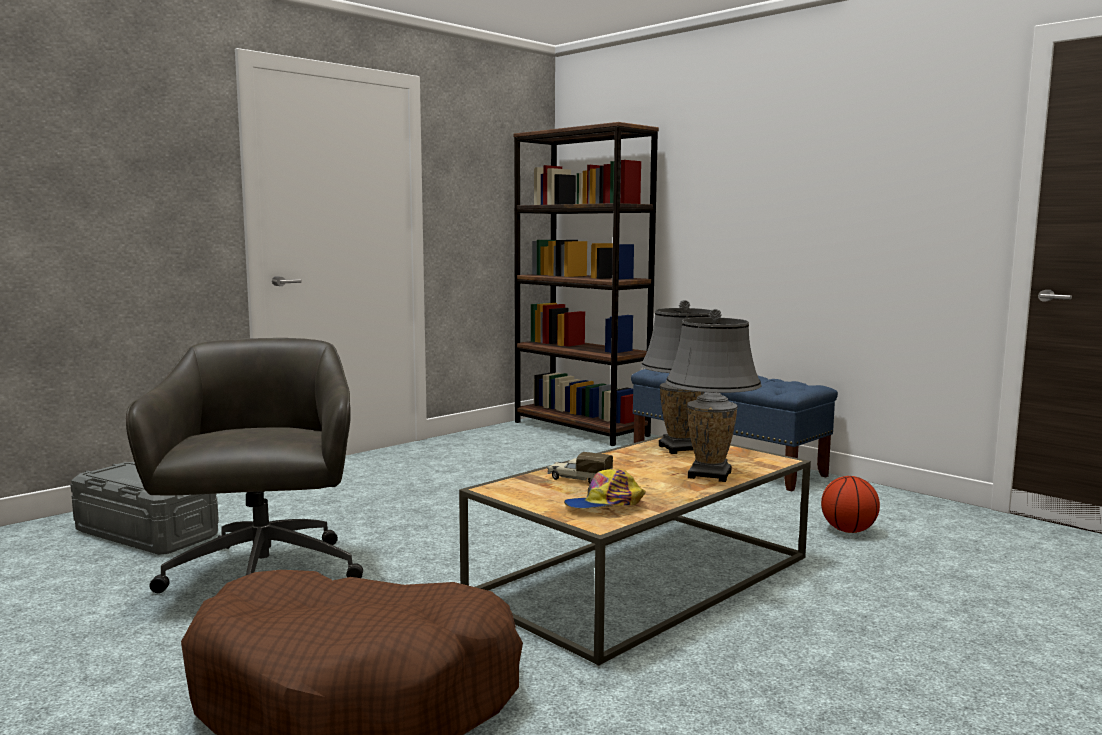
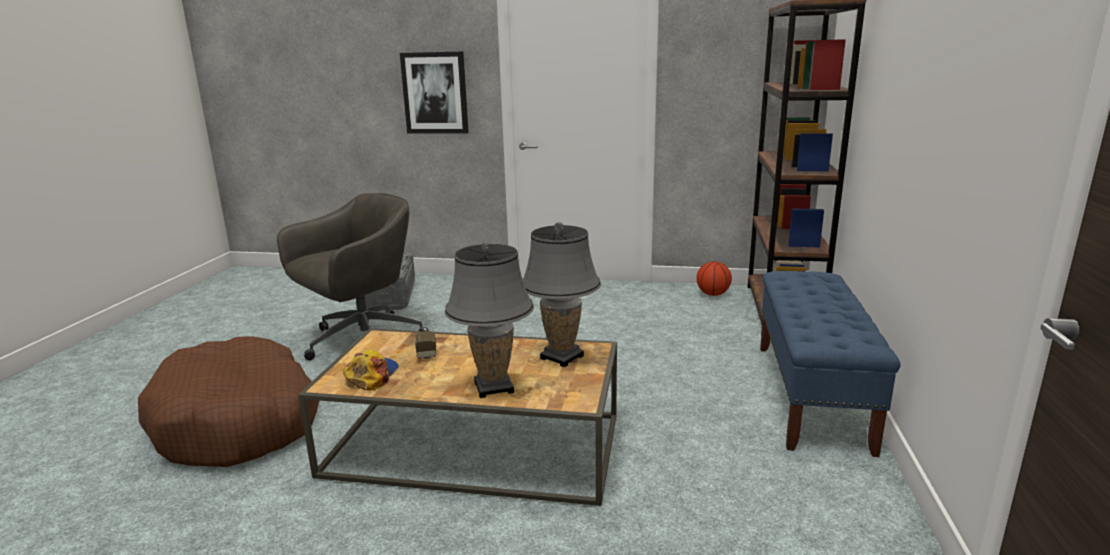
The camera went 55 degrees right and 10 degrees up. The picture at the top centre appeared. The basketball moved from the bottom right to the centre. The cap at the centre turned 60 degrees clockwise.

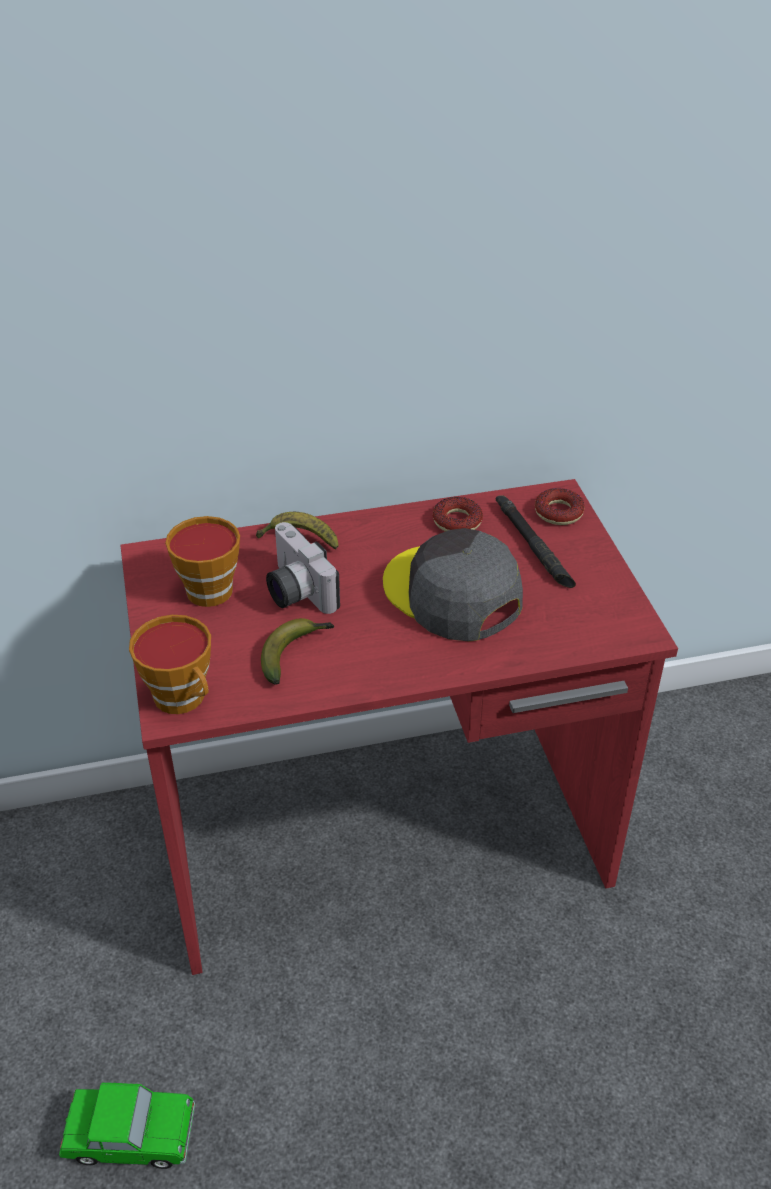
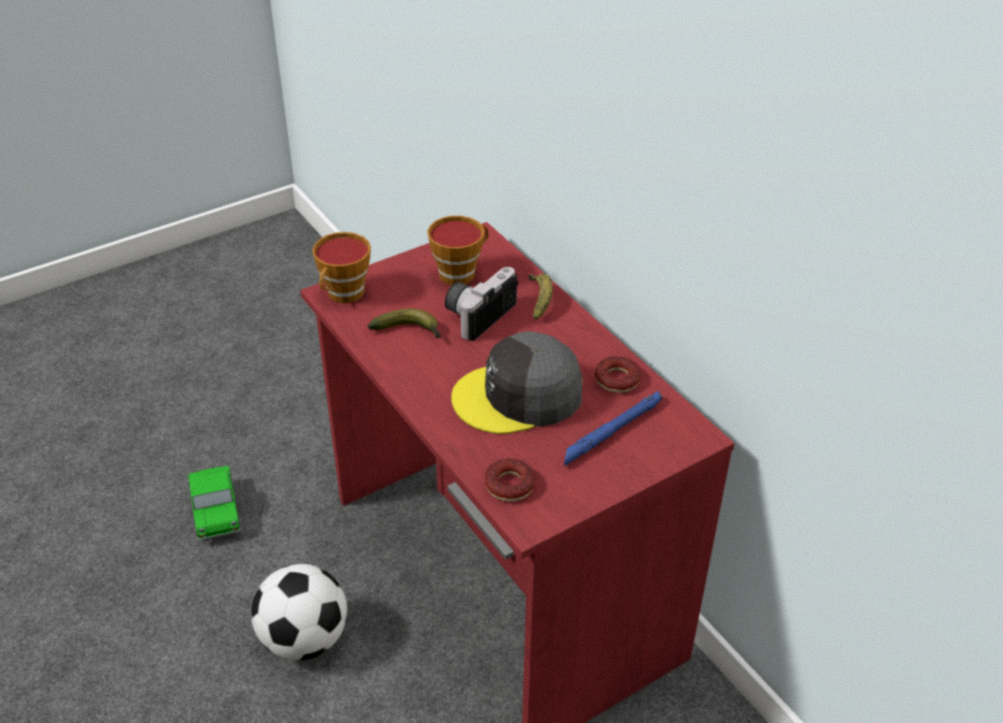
The camera went 70 degrees right and 0 degrees up. The football at the bottom left appeared. The donut (2nd from left in the first image) moved from the middle right to the centre. The flashlight/black at the middle right became the flashlight/blue at the centre. The cap/grey at the centre turned 135 degrees counterclockwise.

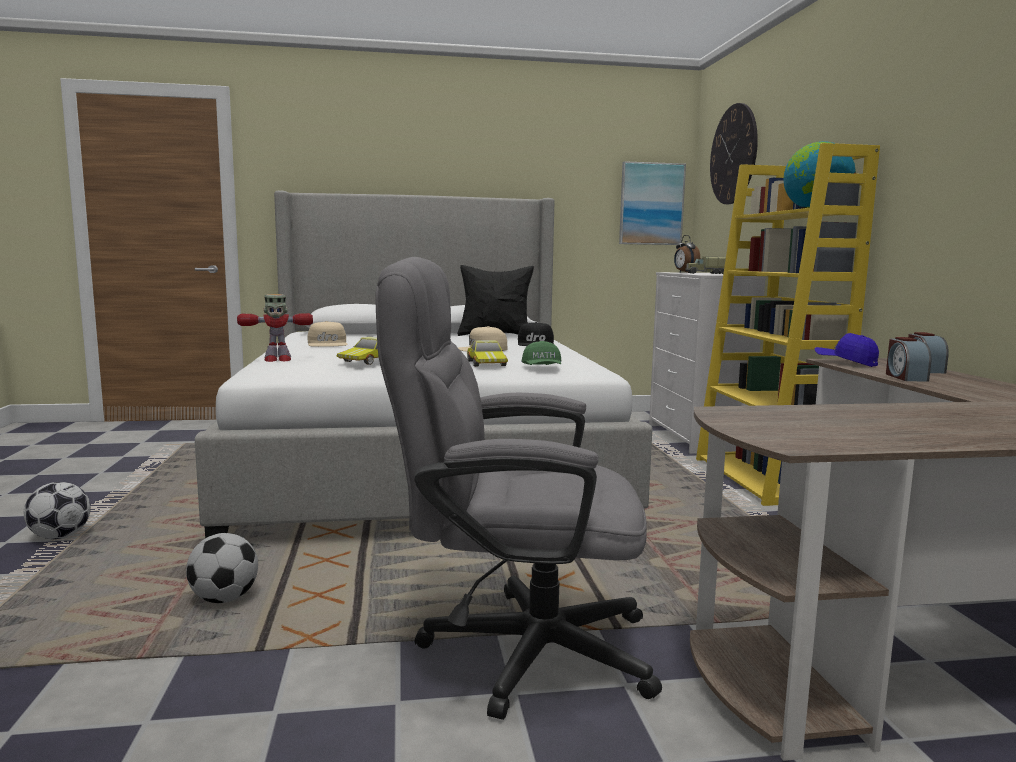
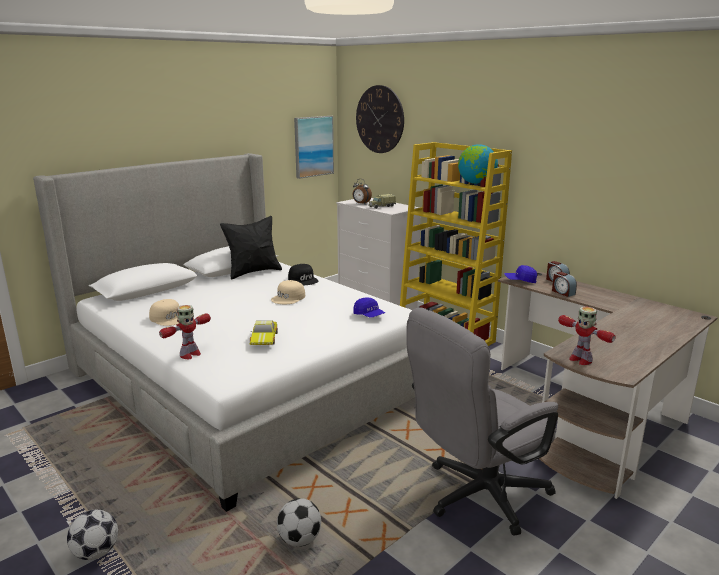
The camera went 35 degrees left and 10 degrees up. The toy car (2nd from left) at the centre disappeared. The toy robot (2nd from left) at the middle right appeared. The cap/green at the centre became the cap/blue (1st from left) at the centre.

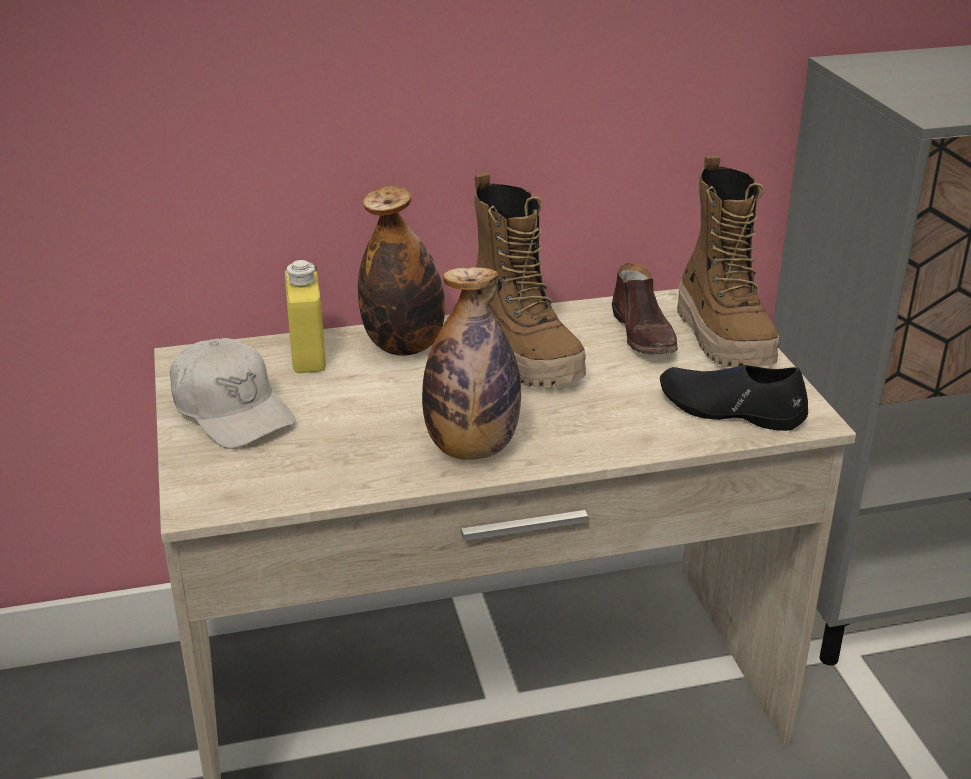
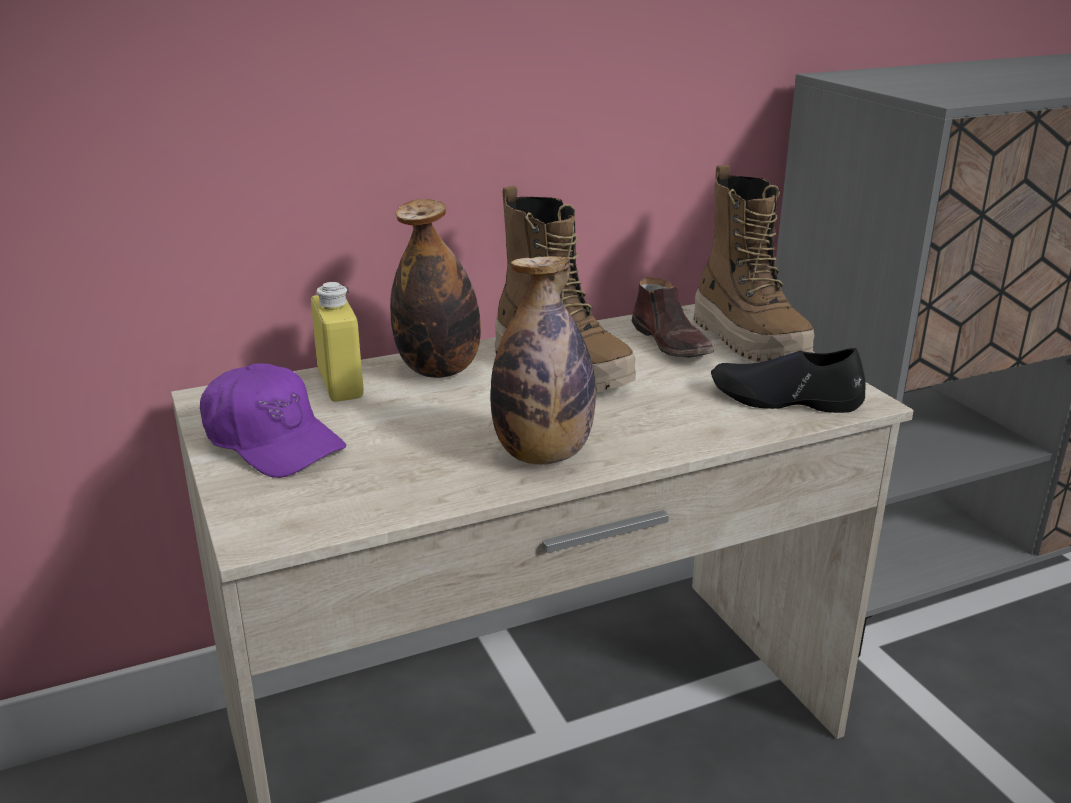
The camera went 10 degrees left and 5 degrees down. The cap/white at the middle left became the cap/purple at the middle left.

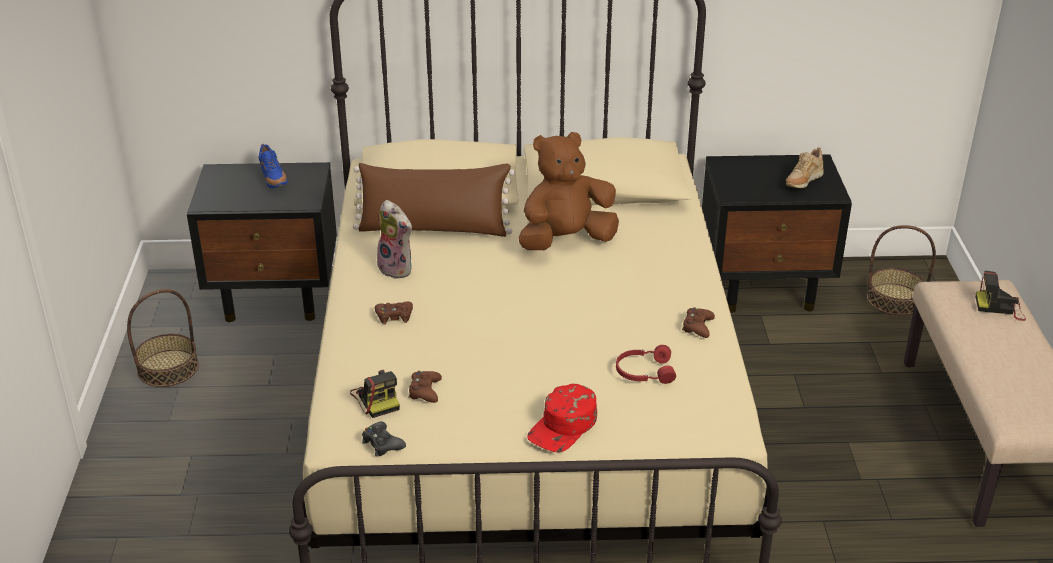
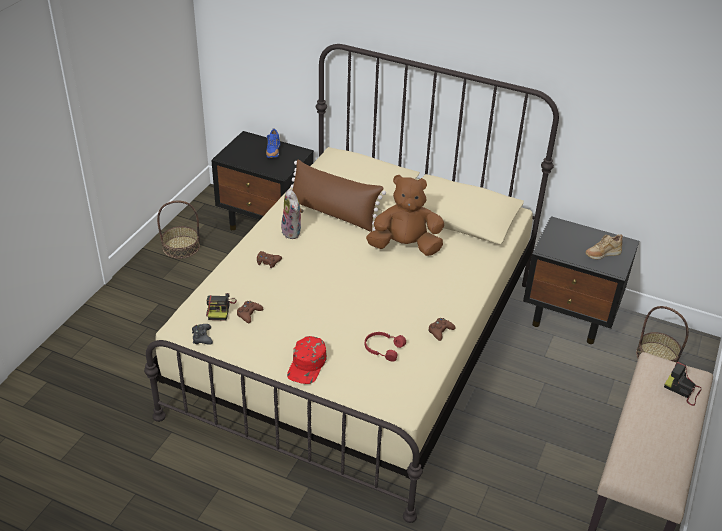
The camera went 25 degrees right and 5 degrees up. The cap/red at the bottom centre turned 45 degrees counterclockwise.

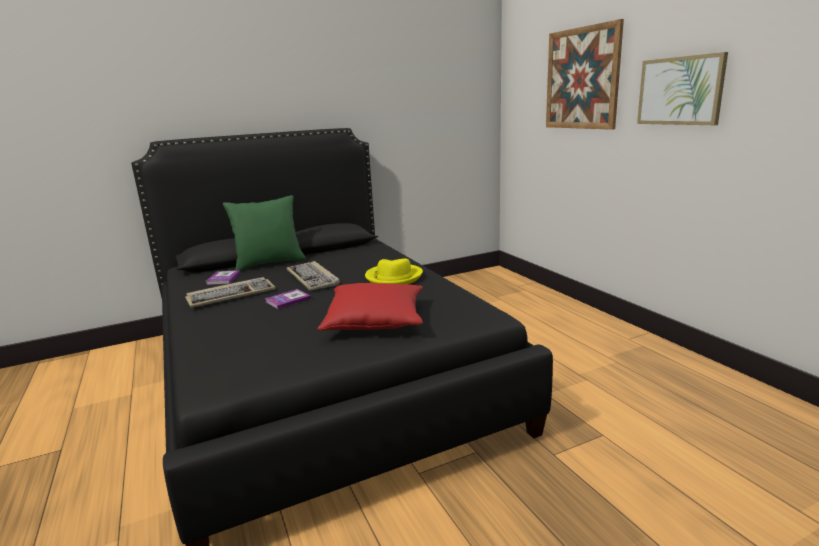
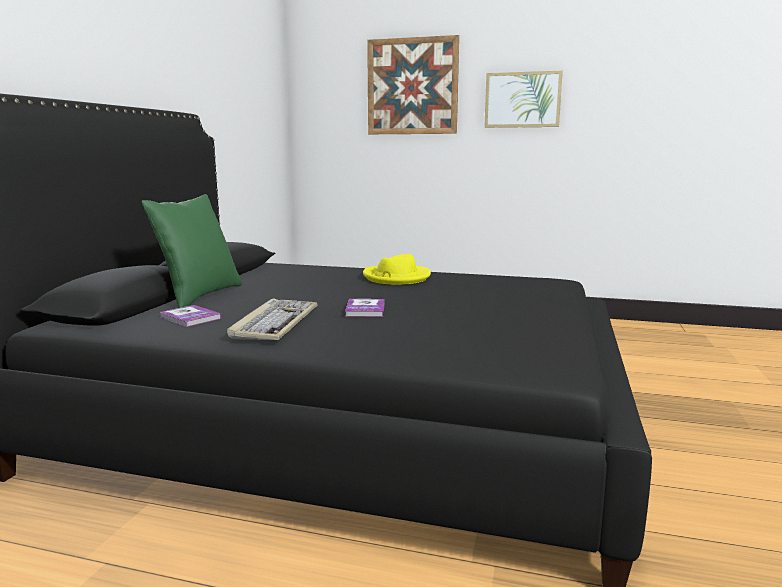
The camera went 50 degrees left and 5 degrees down. The keyboard (2nd from left) at the centre disappeared. The pillow/red at the centre disappeared.

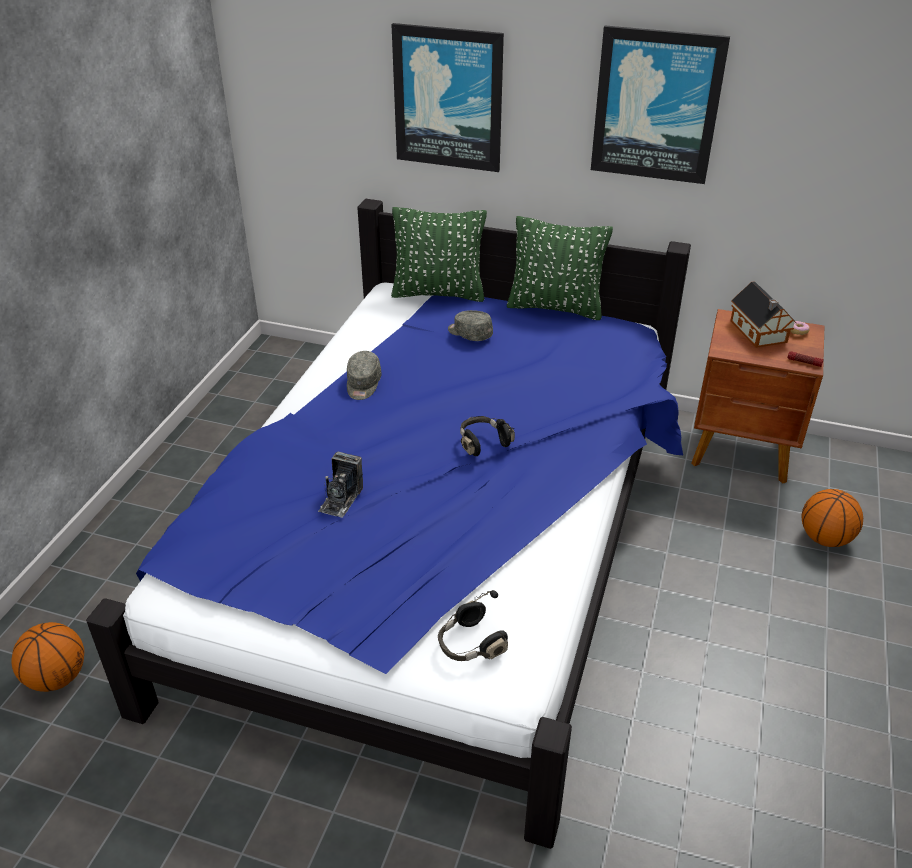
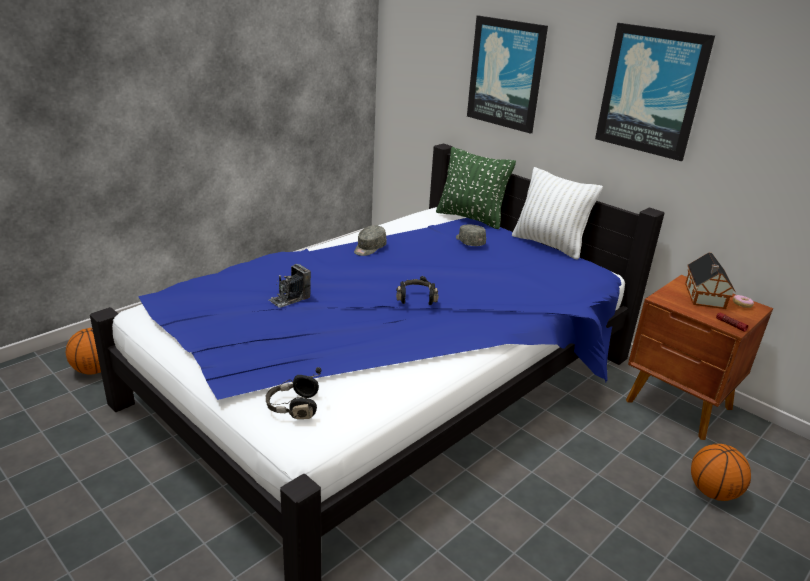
The camera went 25 degrees right and 10 degrees down. The pillow/green (2nd from left) at the top centre became the pillow/white at the middle right.

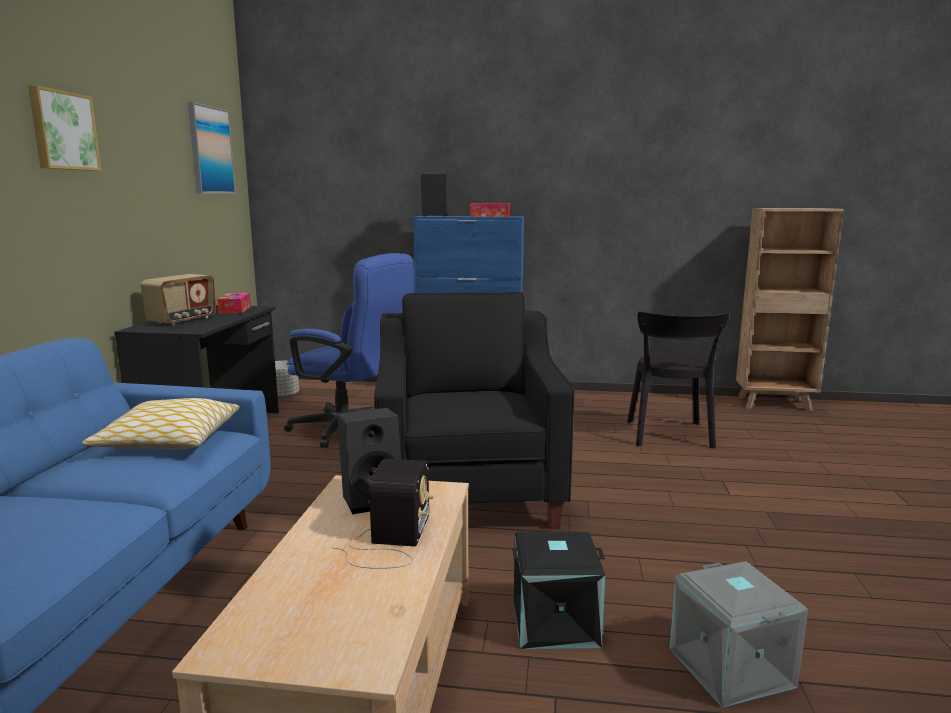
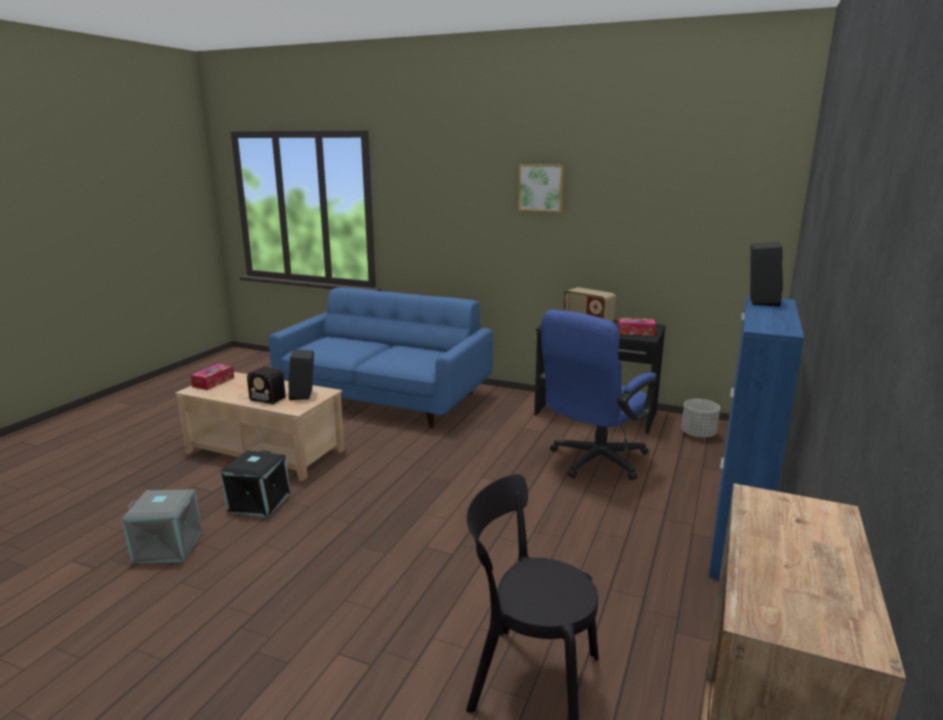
The camera went 105 degrees right and 5 degrees up. The pillow at the middle left disappeared. The picture (2nd from left) at the top left disappeared. The armchair/black at the centre disappeared. The tissue box (2nd from left in the first image) moved from the top centre to the middle left.

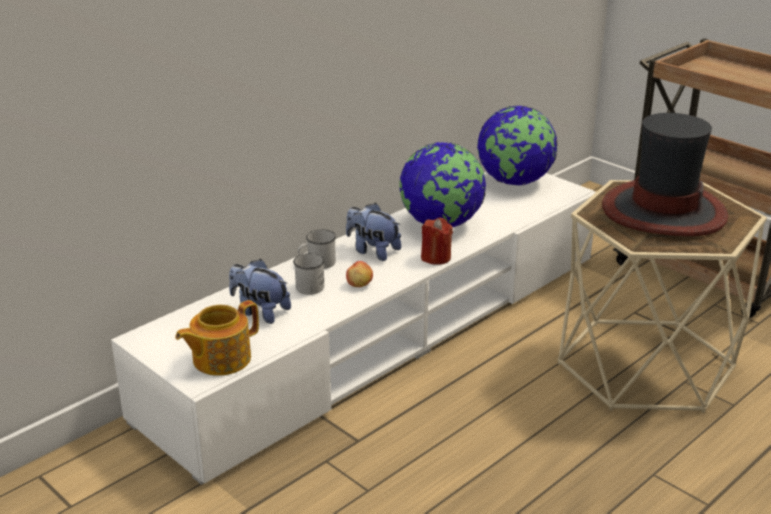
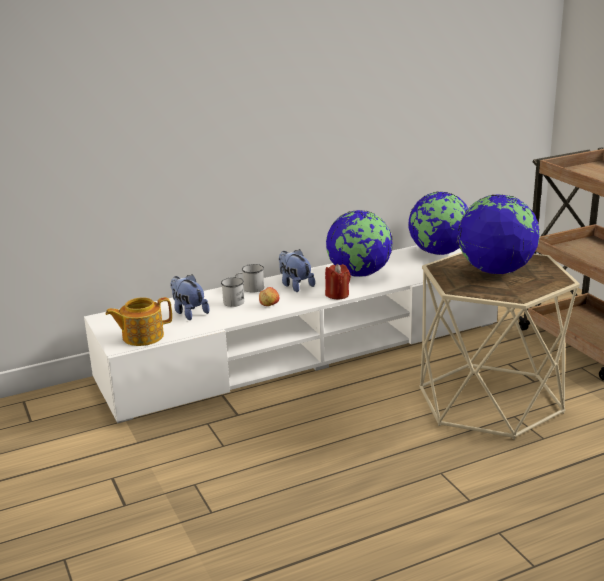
The camera went 20 degrees right and 5 degrees down. The hat at the middle right was replaced by the globe (3rd from left) at the middle right.

